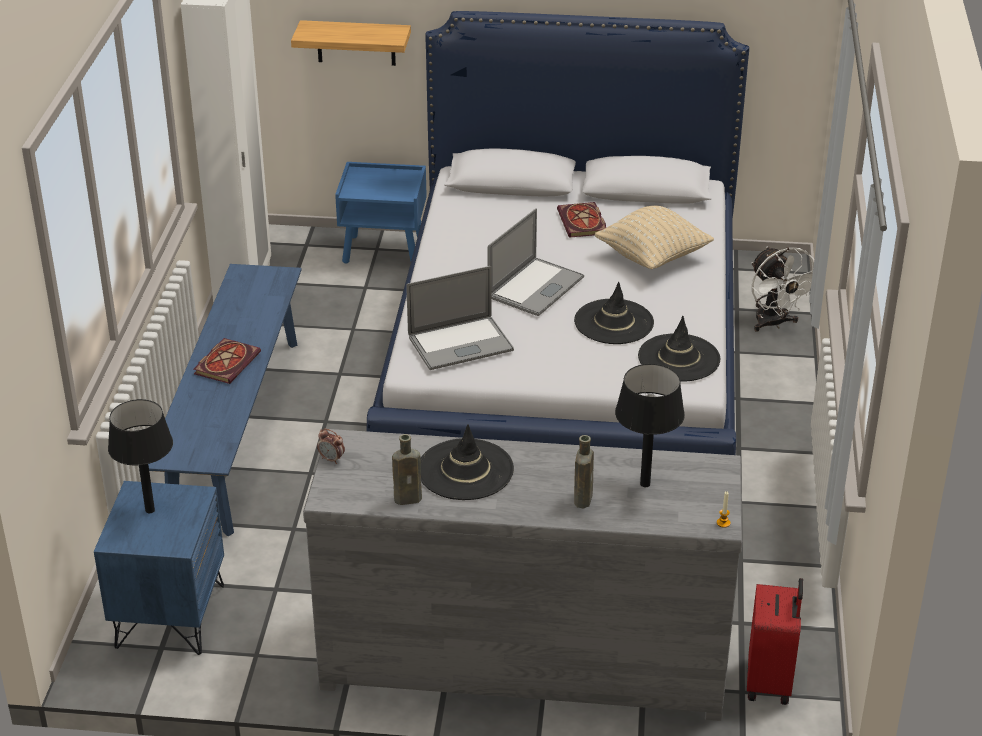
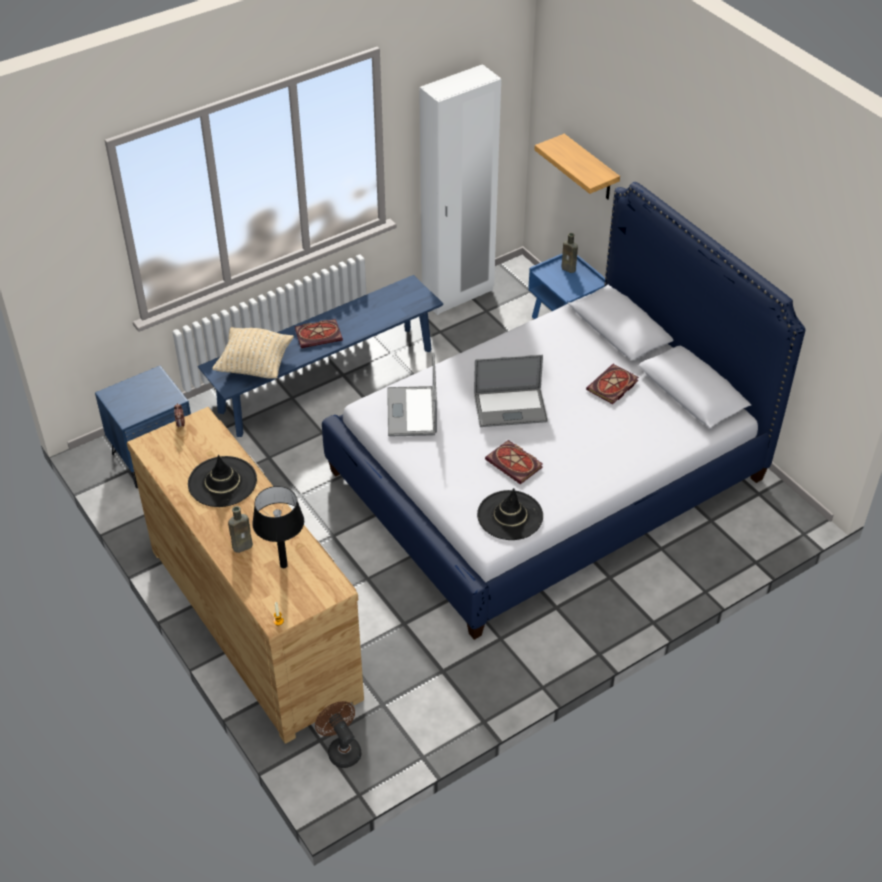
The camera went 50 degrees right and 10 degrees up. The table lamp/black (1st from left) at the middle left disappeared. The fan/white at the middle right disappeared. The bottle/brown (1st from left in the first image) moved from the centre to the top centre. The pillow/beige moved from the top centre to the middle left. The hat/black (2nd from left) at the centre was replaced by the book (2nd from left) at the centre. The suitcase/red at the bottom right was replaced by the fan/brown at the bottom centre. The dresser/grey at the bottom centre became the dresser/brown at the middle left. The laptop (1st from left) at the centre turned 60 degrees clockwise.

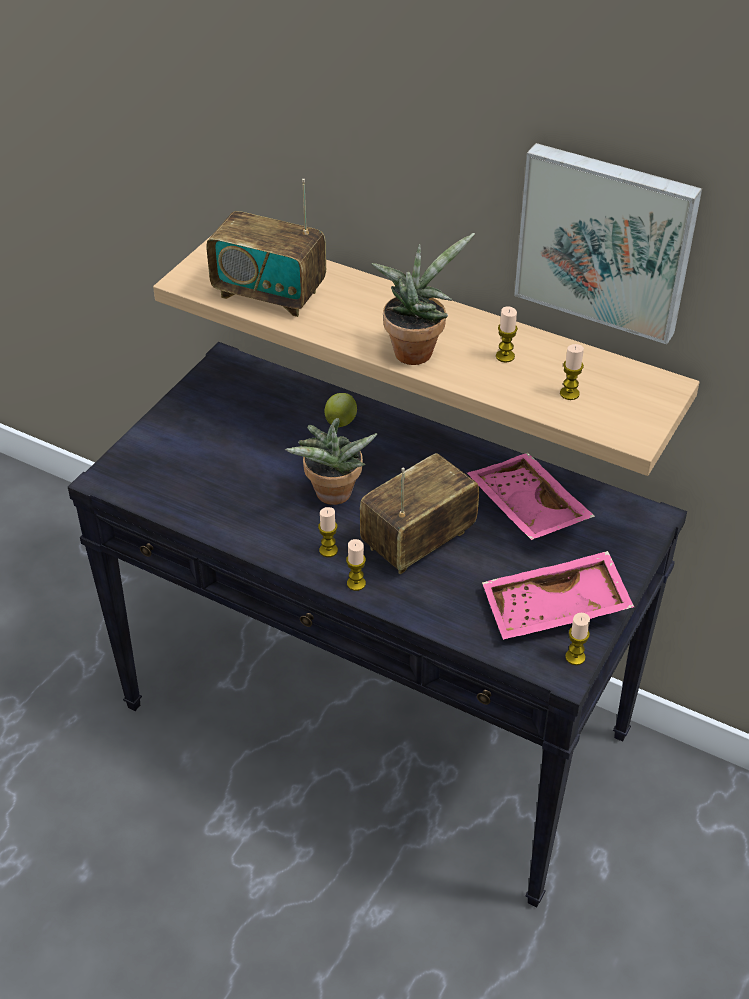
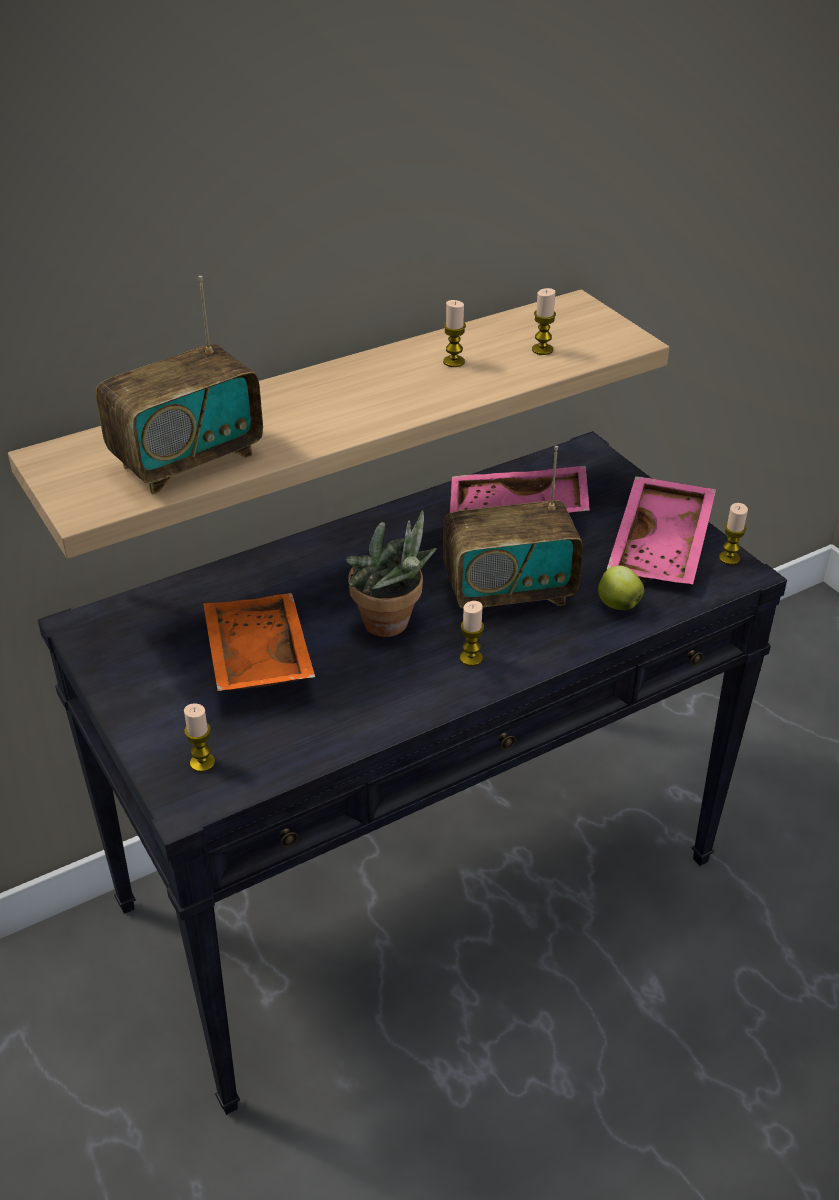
The camera went 60 degrees left and 5 degrees down. The potted plant (2nd from left) at the top centre disappeared. The picture at the top right disappeared. The tray/orange at the middle left appeared. The apple moved from the centre to the middle right. The candle (2nd from left in the first image) moved from the centre to the middle left. The radio (2nd from left) at the centre turned 90 degrees counterclockwise.

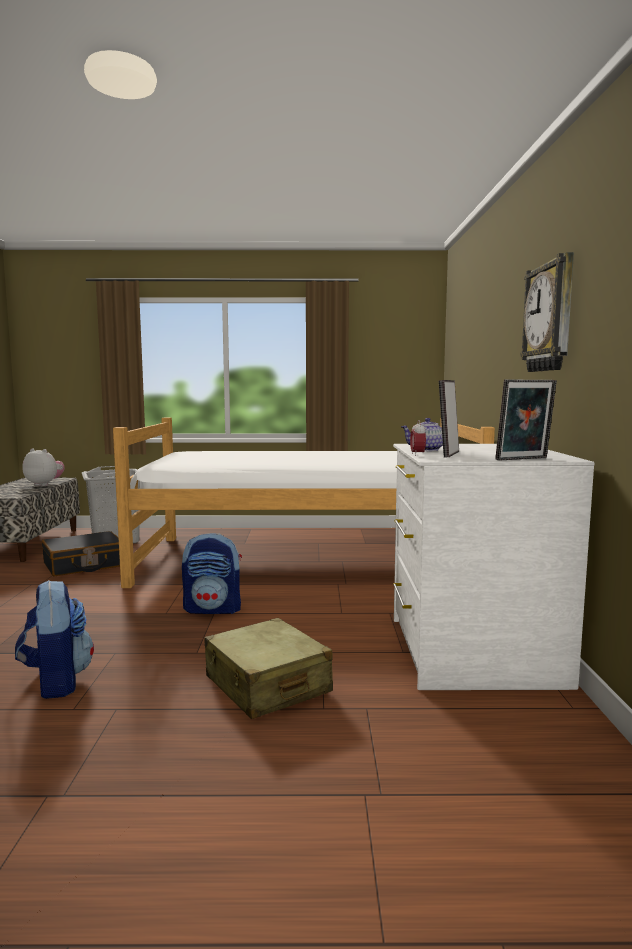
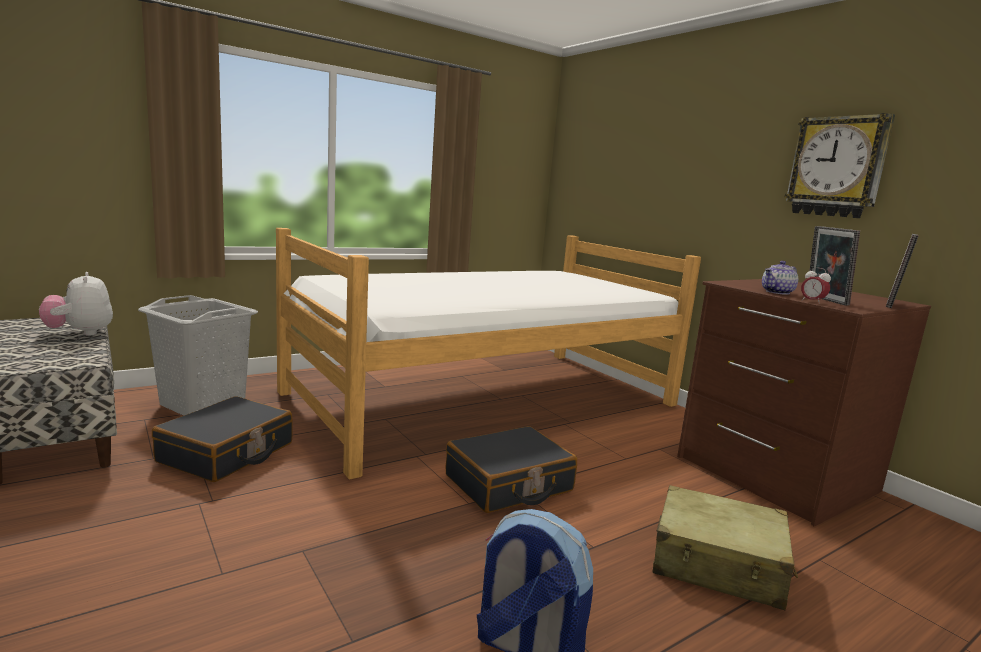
The camera went 35 degrees left and 5 degrees up. The backpack (2nd from left) at the centre was replaced by the suitcase/black (2nd from left) at the bottom centre. The dresser/white at the middle right became the dresser/brown at the middle right. The plush toy at the middle left turned 105 degrees counterclockwise.

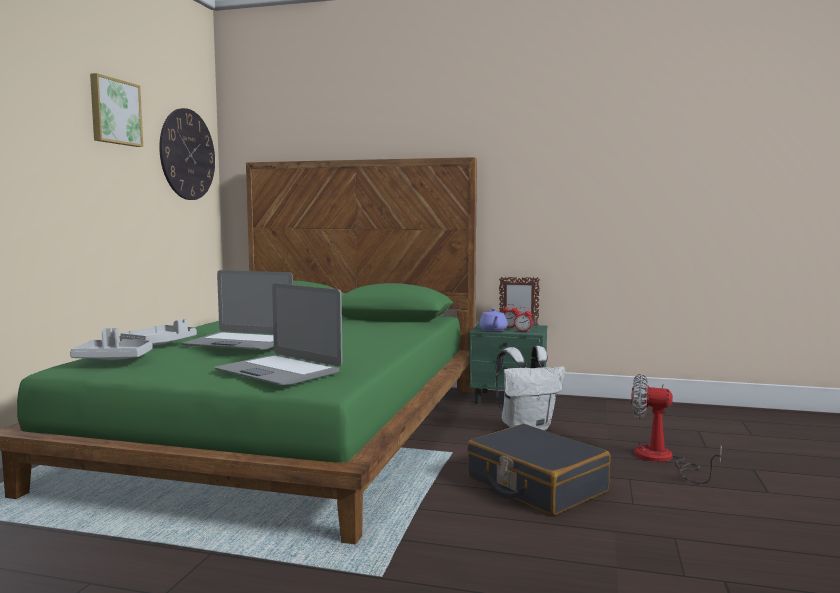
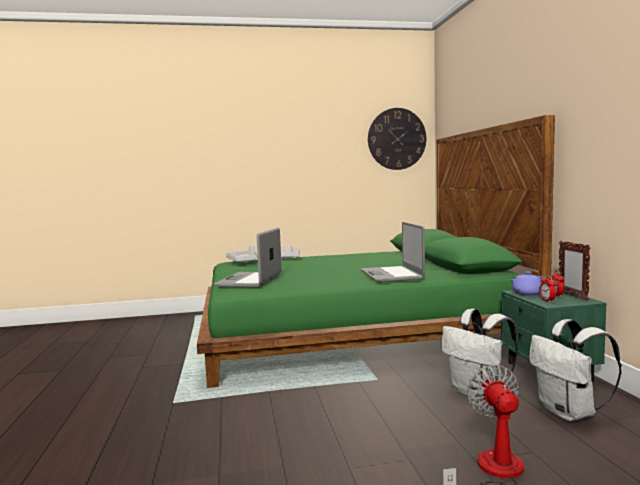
The camera went 65 degrees right and 0 degrees up. The picture at the top left disappeared. The suitcase/black at the bottom centre disappeared. The backpack/white (2nd from left) at the bottom right appeared. The laptop (1st from left in the first image) moved from the middle left to the centre.

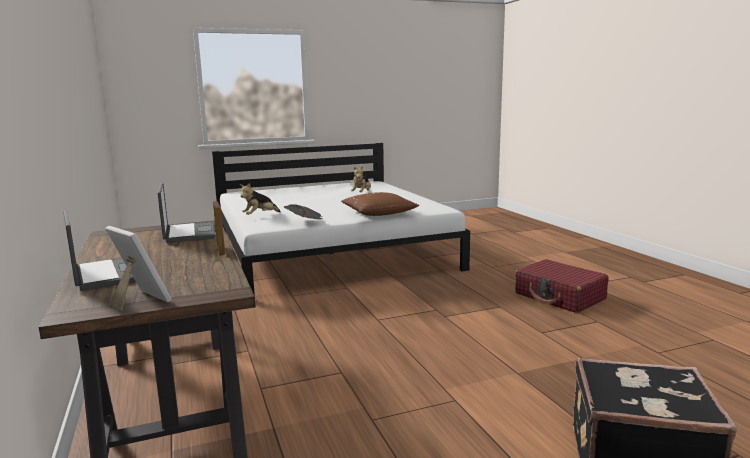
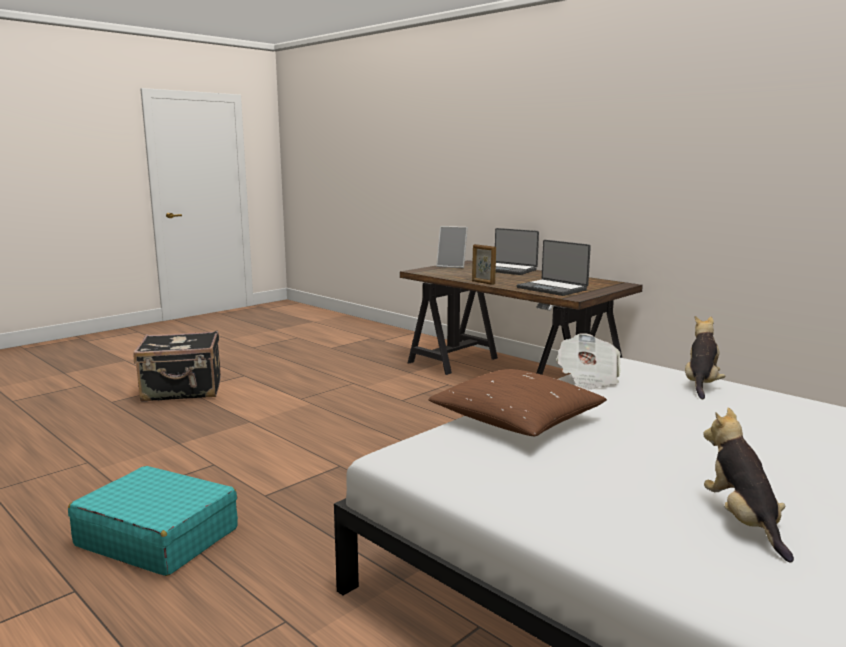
The camera went 155 degrees right and 0 degrees up. The suitcase/red at the middle right became the suitcase/turquoise at the bottom left.

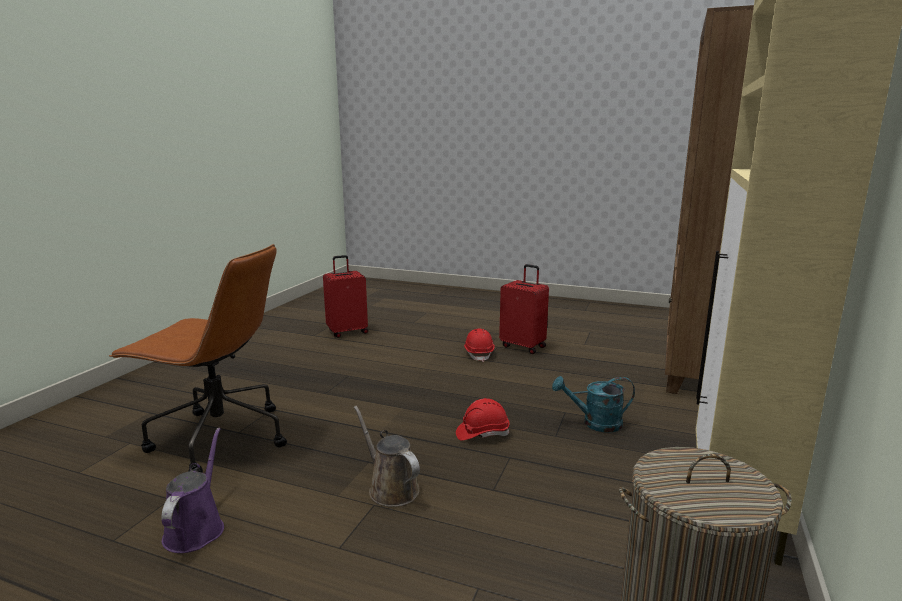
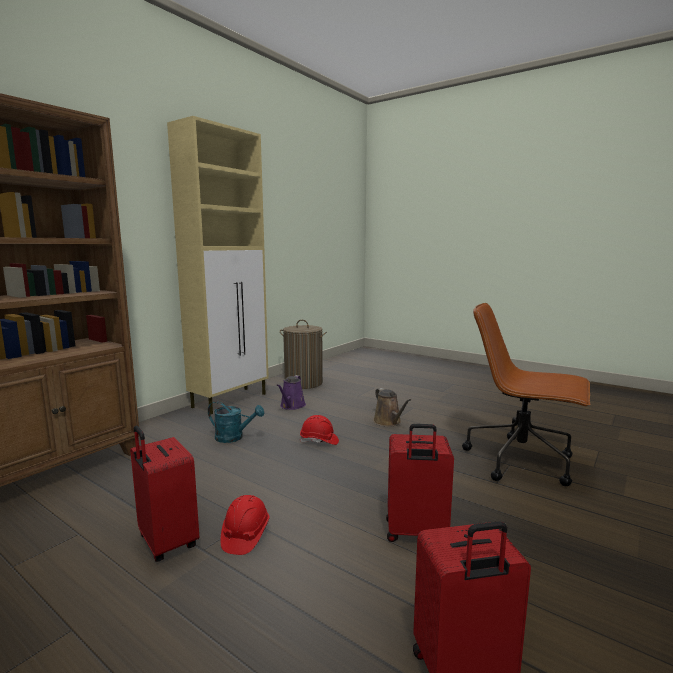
The camera went 165 degrees left and 5 degrees down. The suitcase/red (2nd from left) at the bottom centre appeared. The watering can/purple moved from the bottom left to the centre.

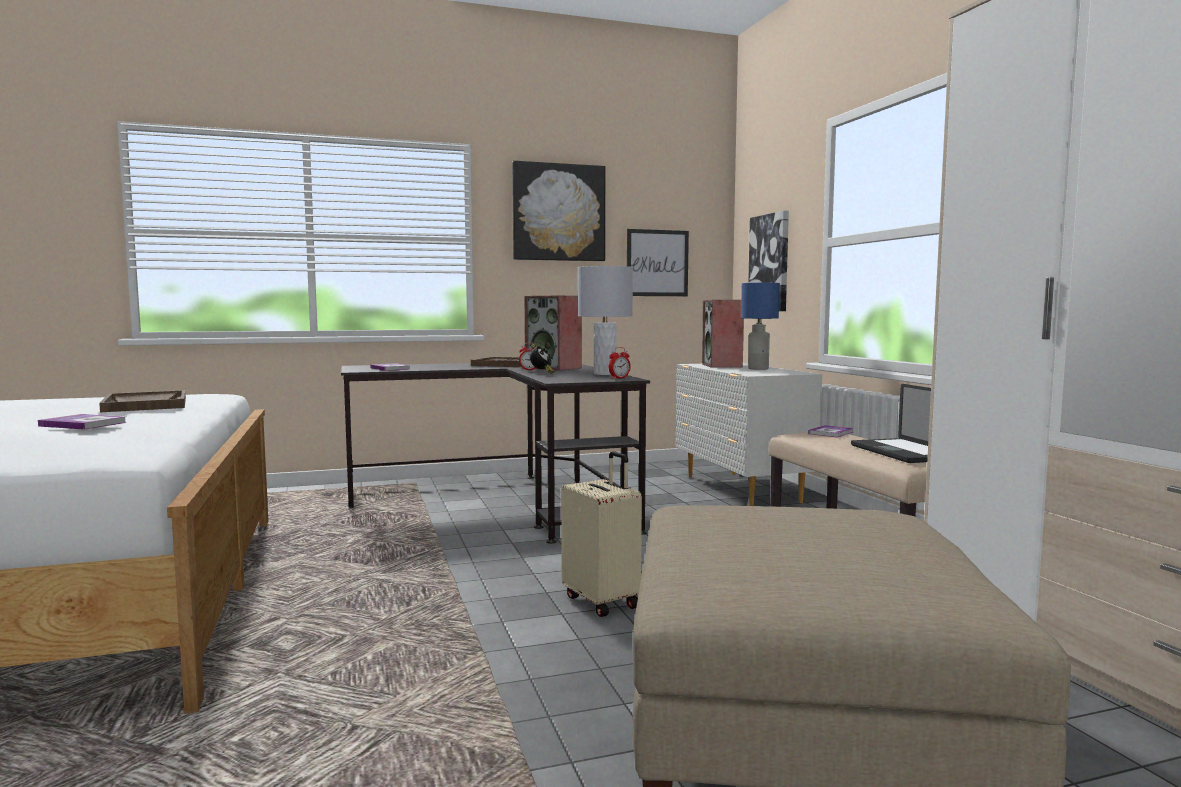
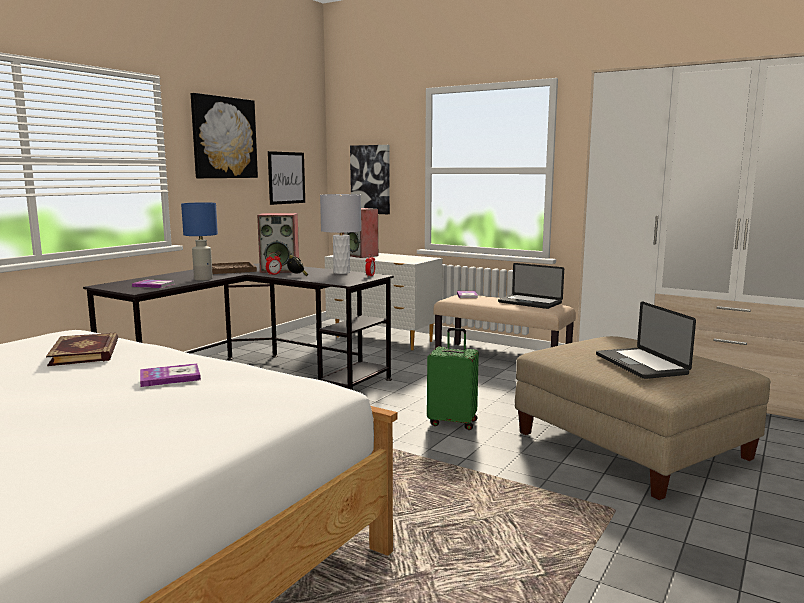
The camera went 40 degrees left and 5 degrees up. The laptop (2nd from left) at the middle right appeared. The table lamp/blue moved from the centre to the middle left. The tray/brown (1st from left) at the middle left was replaced by the book (1st from left) at the middle left. The suitcase/beige at the bottom centre became the suitcase/green at the centre.

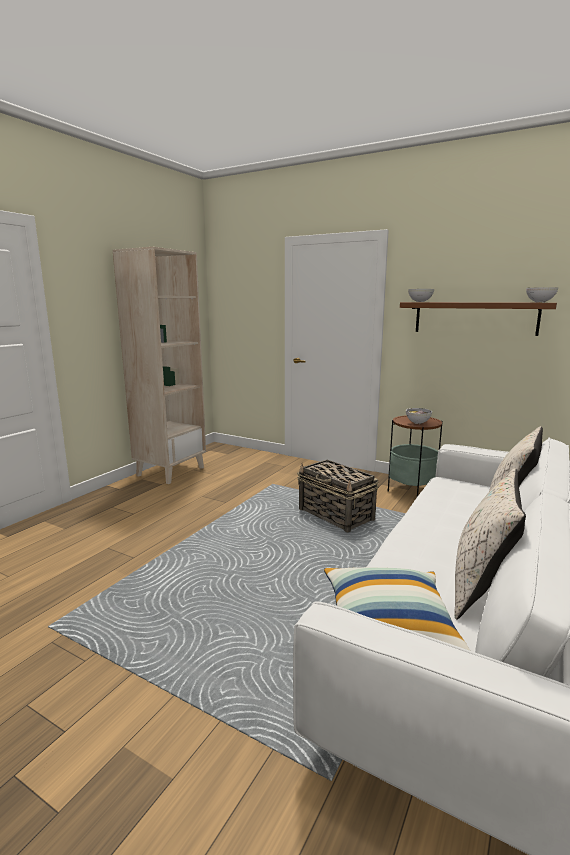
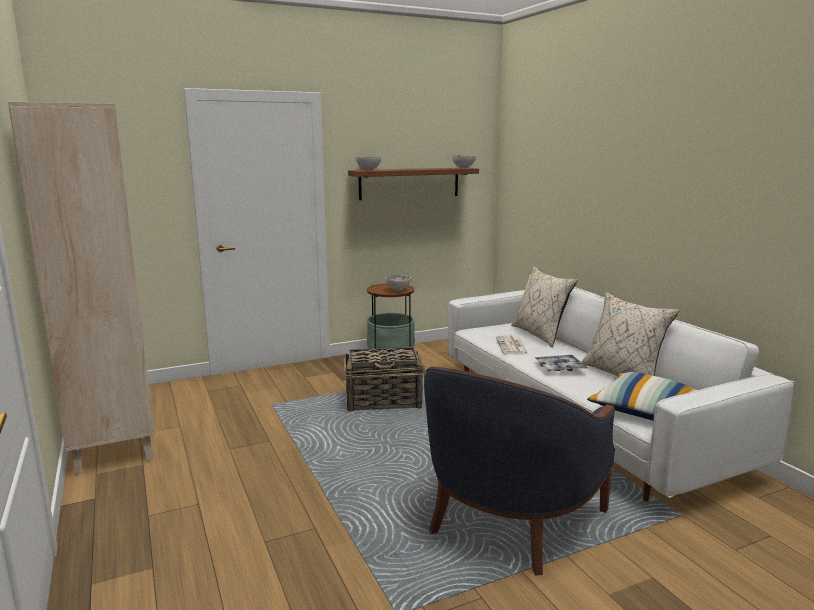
The camera went 55 degrees left and 0 degrees up. The armchair/blue at the bottom centre appeared. The newspaper at the centre appeared. The tray at the middle right appeared.

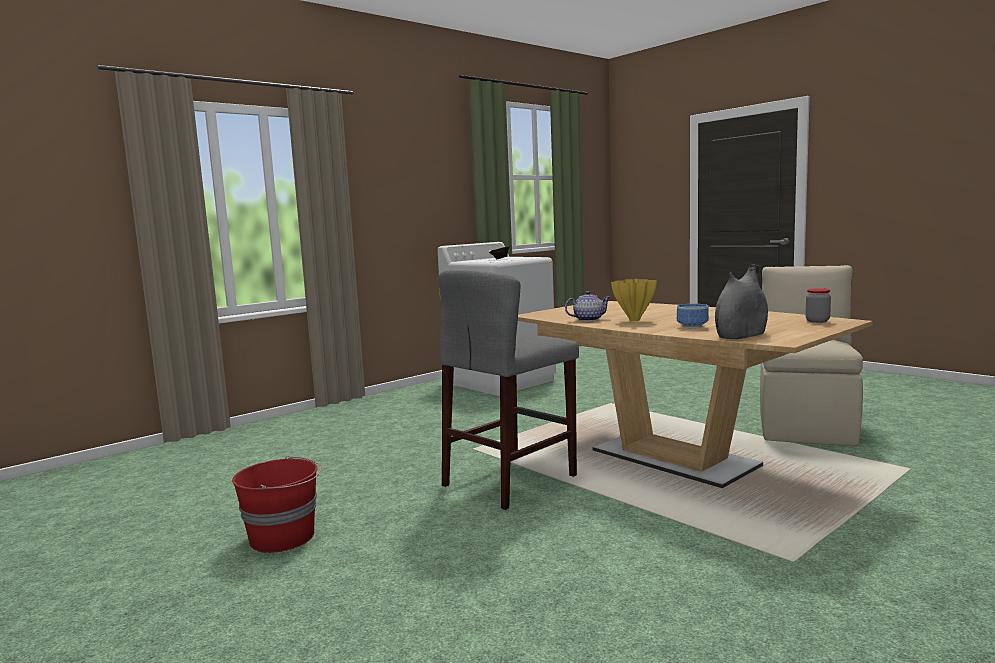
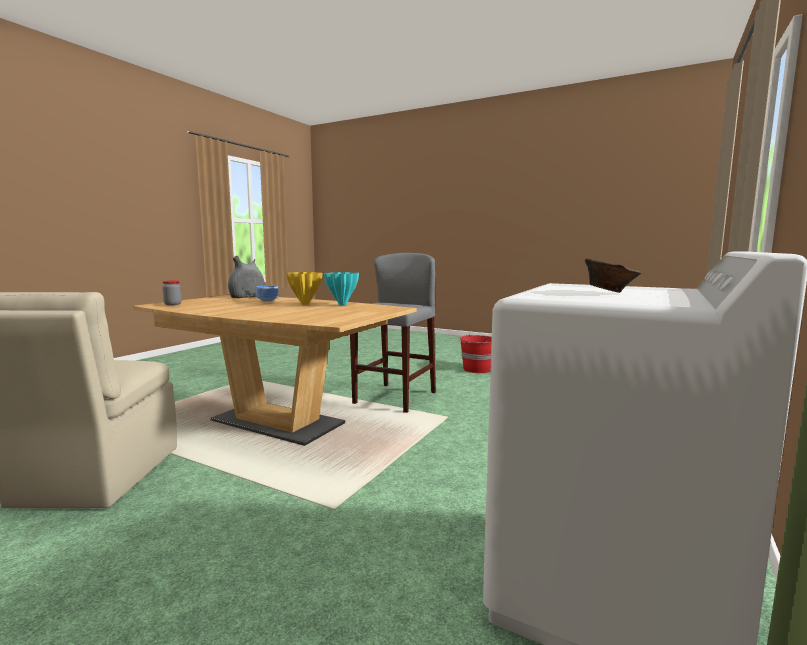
The camera went 160 degrees right and 0 degrees up. The teapot at the centre was replaced by the vase/turquoise at the centre.

